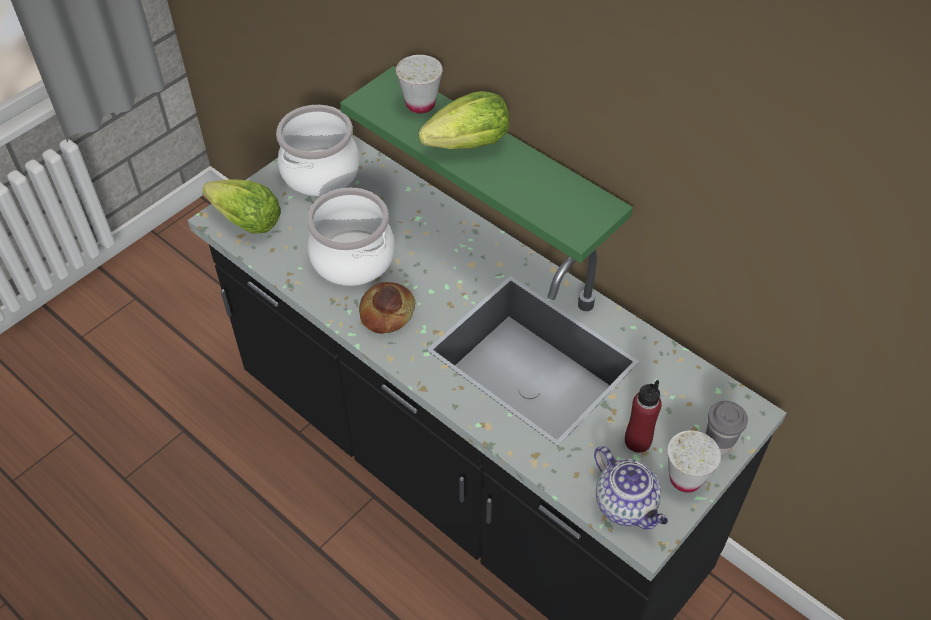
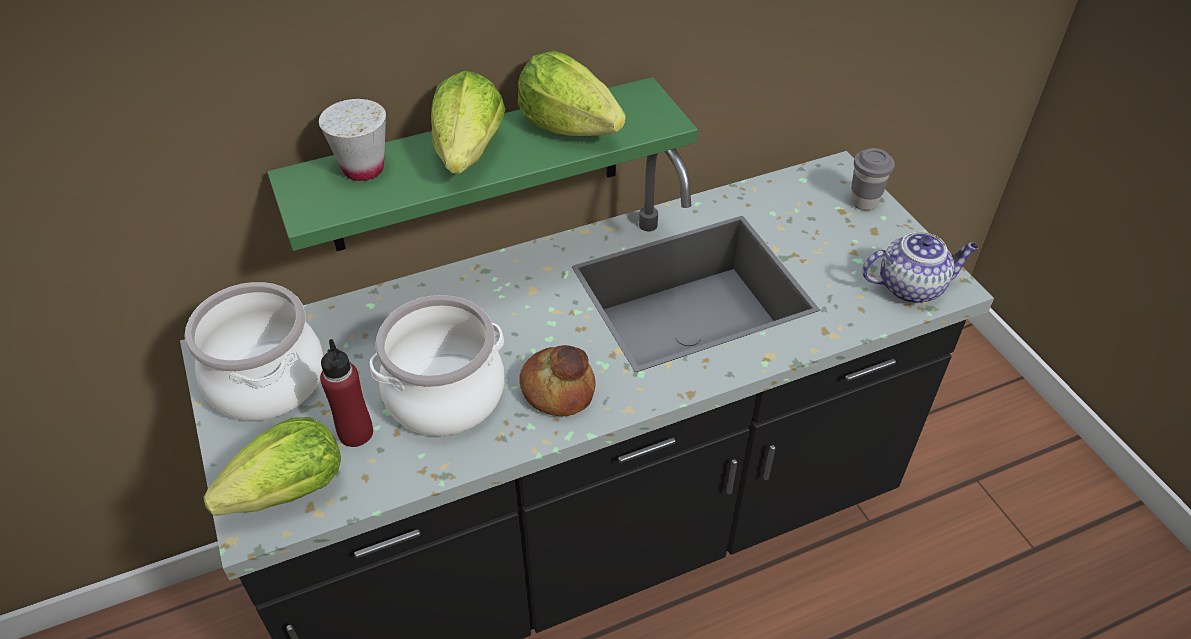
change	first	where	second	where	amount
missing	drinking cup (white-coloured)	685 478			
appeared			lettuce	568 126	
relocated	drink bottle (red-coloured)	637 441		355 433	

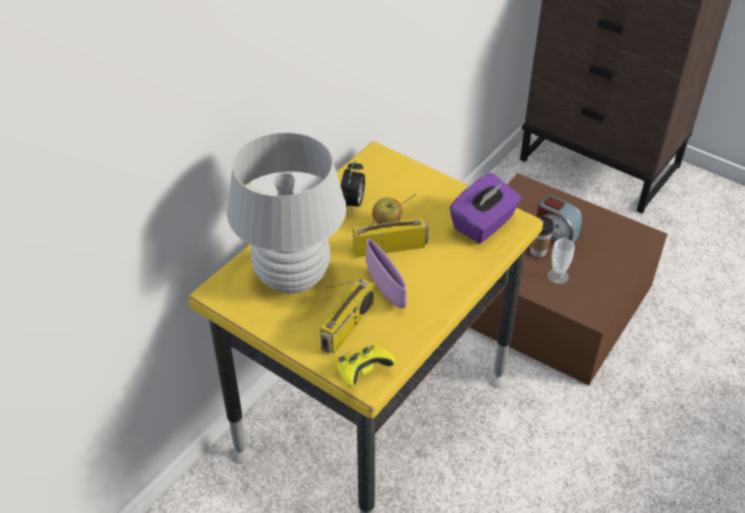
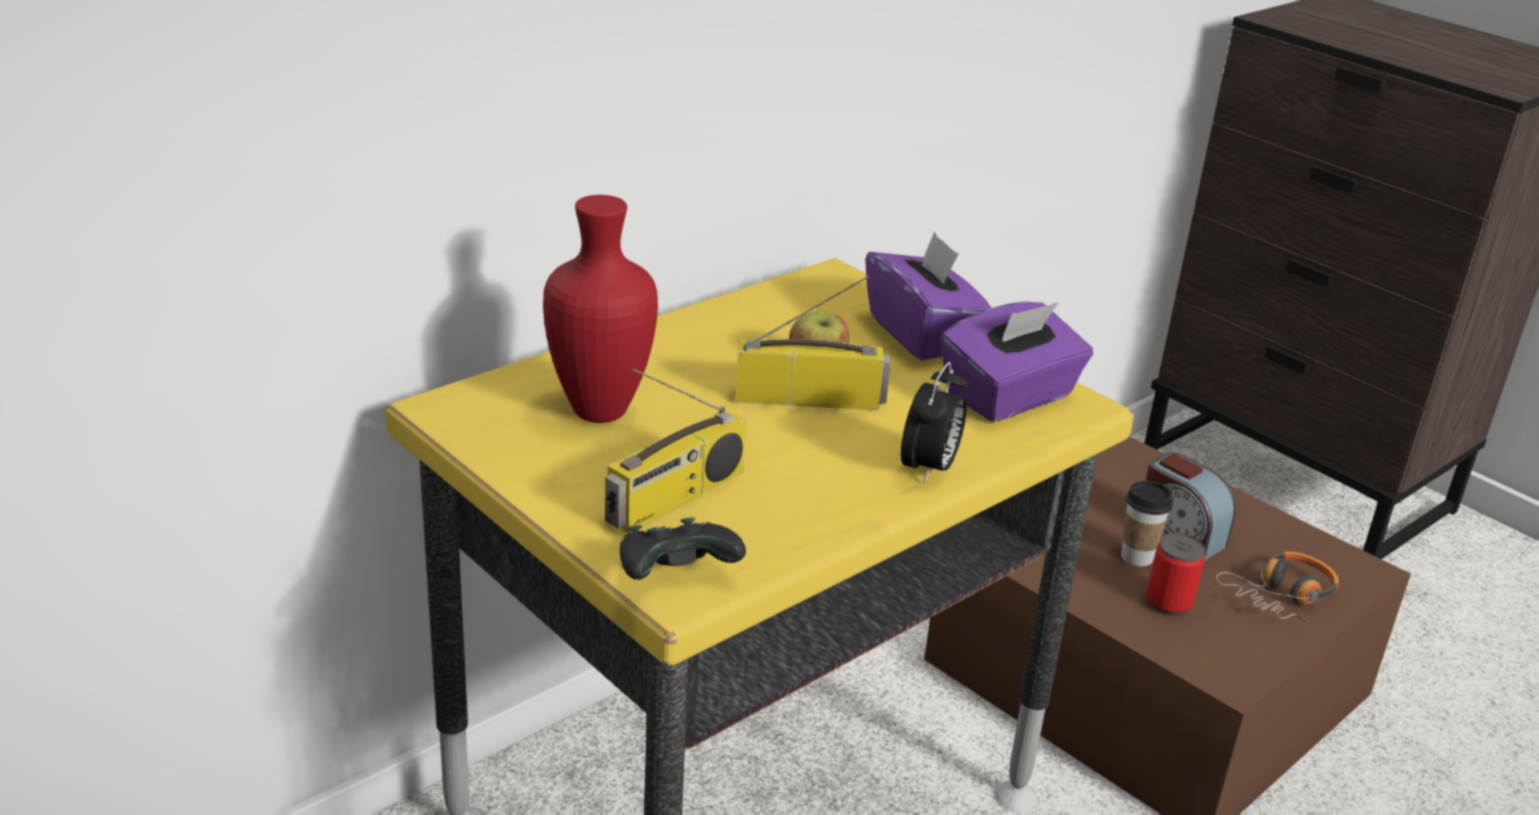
change	first	where	second	where	amount
missing	deep dish (purplish)	385 288			
appeared			tissue holder (purplish)	922 335	
appeared			headphones	1282 596	
relocated	table clock	352 204		929 469	
exchanged	lamp for a table (white-coloured)	292 277	flower vase (red-coloured)	598 409	
exchanged	drinking cup	558 276	metal can	1168 602	
colour	joypad (yellow-coloured)	363 373	joypad (blackish)	676 575	

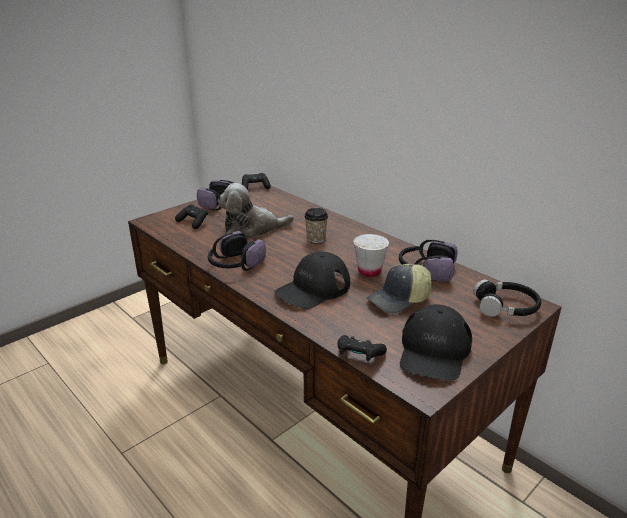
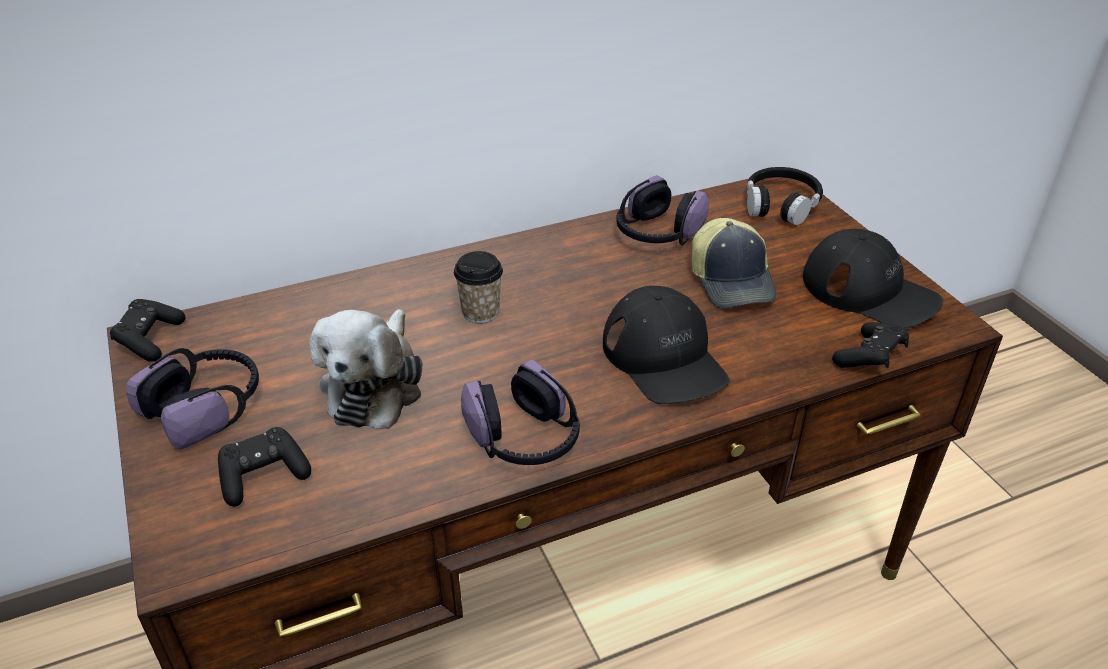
change	first	where	second	where	amount
missing	drinking cup (white-coloured)	369 271			

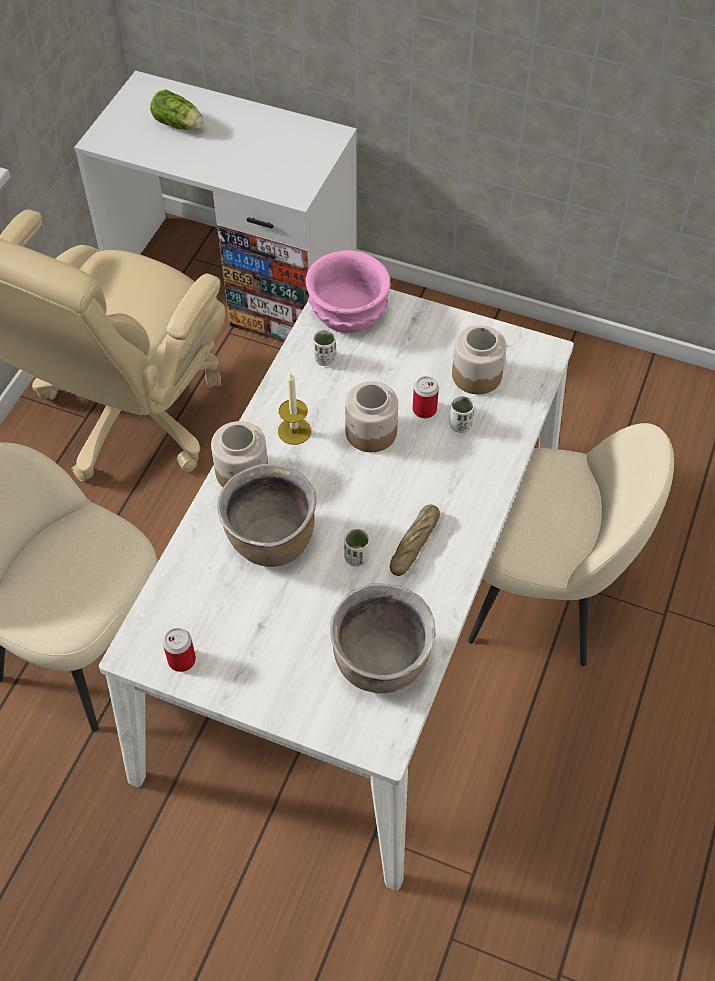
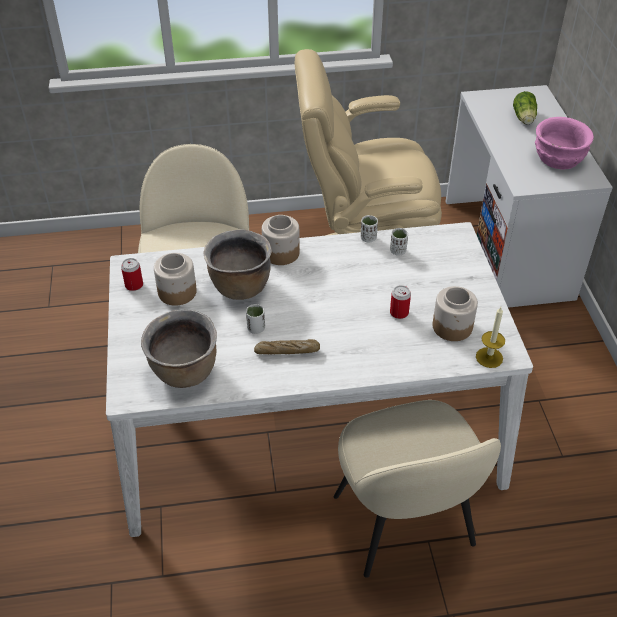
change	first	where	second	where	amount
relocated	wax candle	294 431		489 357	
relocated	deep dish (pink)	348 312		559 158	
relocated	preserve jar	371 432		176 292	
relocated	drinking cup (white-coloured)	460 425		368 238	

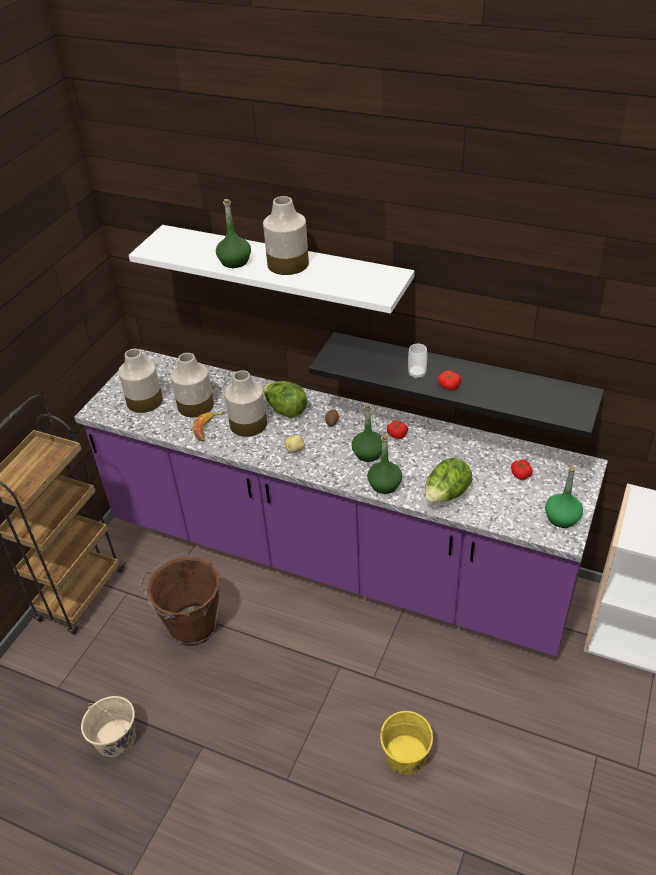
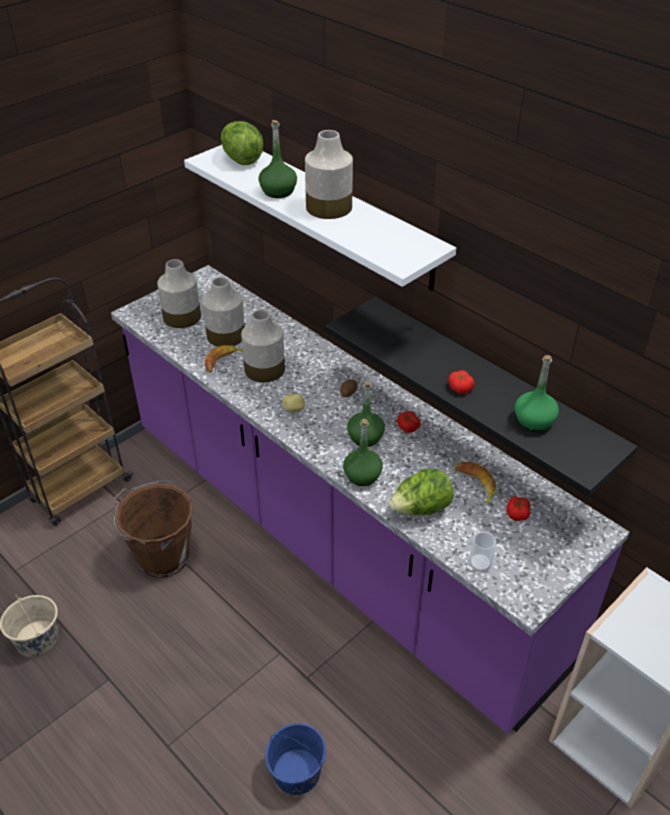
change	first	where	second	where	amount
appeared			whole banana	475 485	
relocated	lettuce	285 410		241 159	
relocated	drinking cup	417 374		479 565	
relocated	drink bottle (green-coloured)	561 518		533 420	
colour	bucket (yellow-coloured)	406 755	bucket (bluish)	297 772	

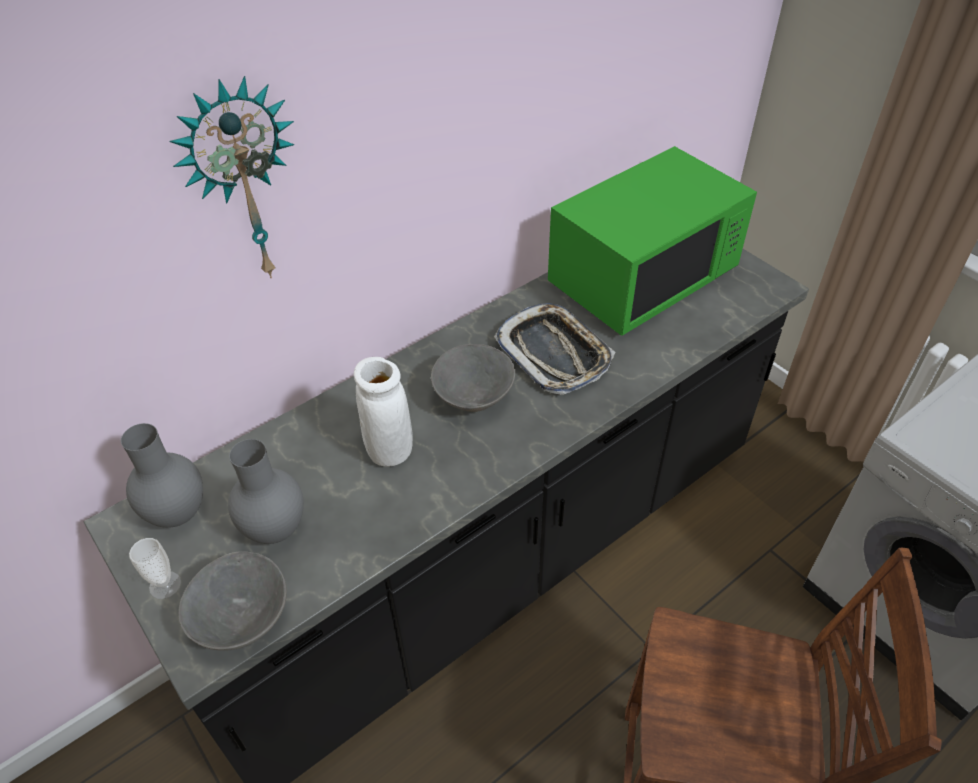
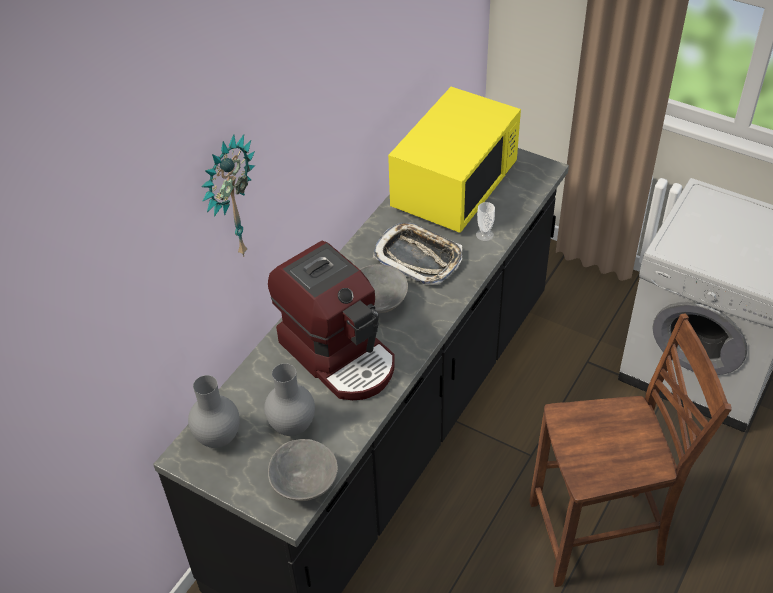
change	first	where	second	where	amount
relocated	drinking cup	165 585		484 235	
exchanged	flower vase (white-coloured)	389 450	coffee brewer	339 354	
colour	microwave (green-coloured)	642 278	microwave (yellow-coloured)	454 187	

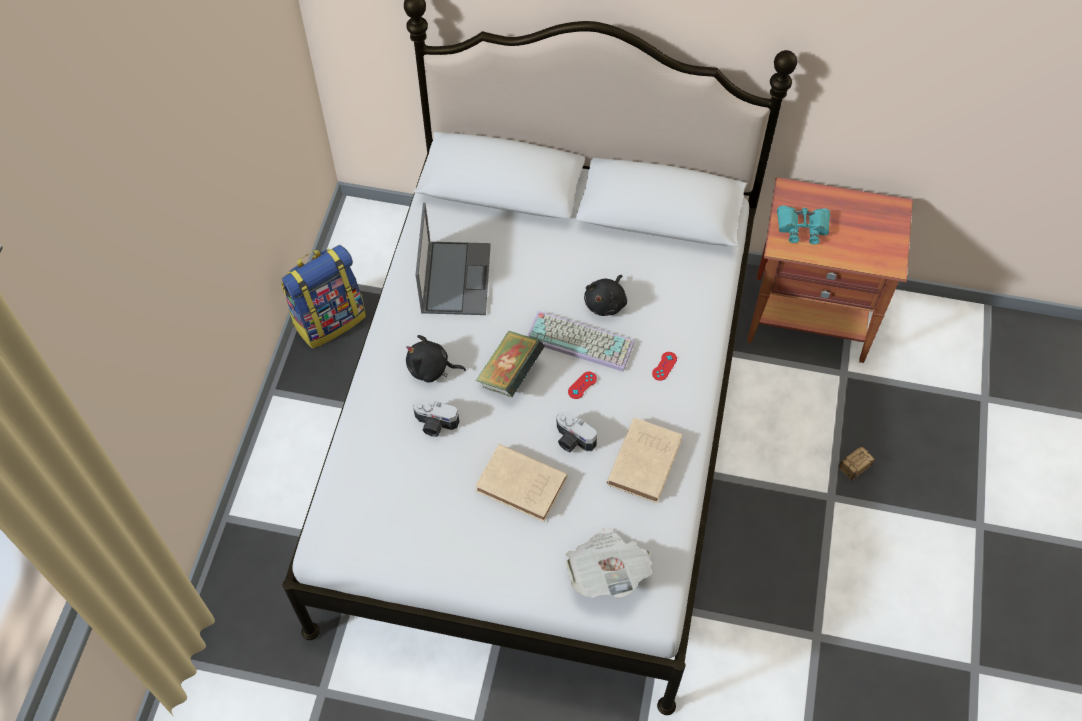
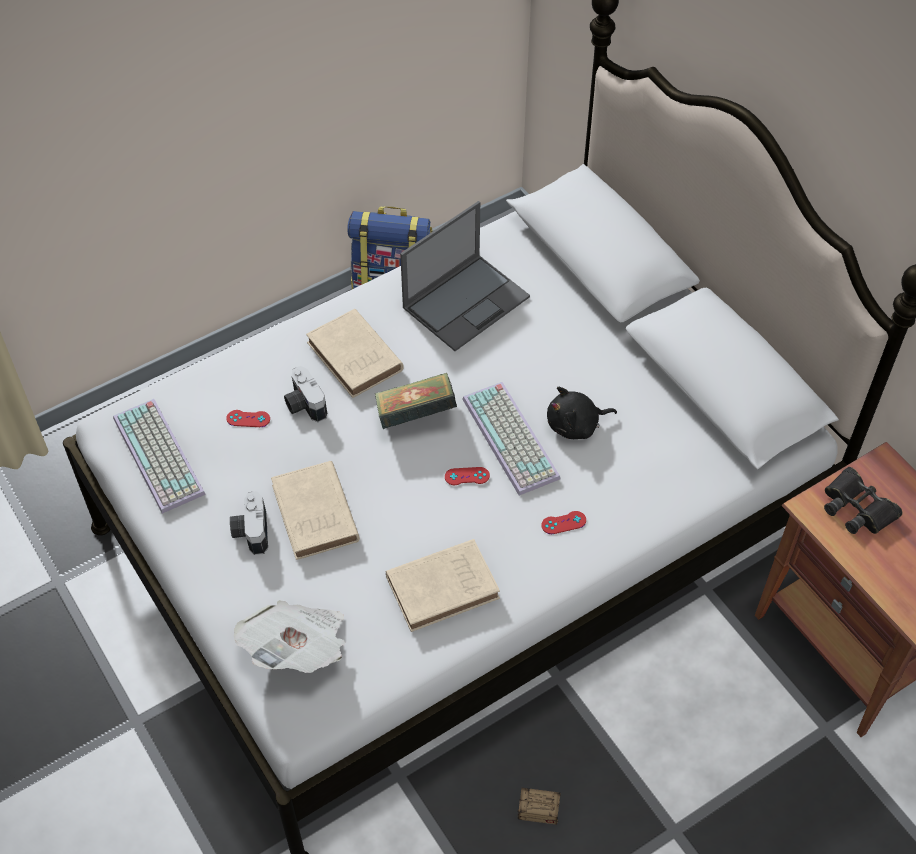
change	first	where	second	where	amount
appeared			keyboard	161 456	
appeared			joypad (red-coloured)	248 419	
relocated	still camera	572 441		249 531	
relocated	storage box	868 456		565 814	
exchanged	cuddly toy (blackish)	431 369	bound book (beige)	356 358	
colour	field glasses (turquoise)	802 227	field glasses (blackish)	857 507	

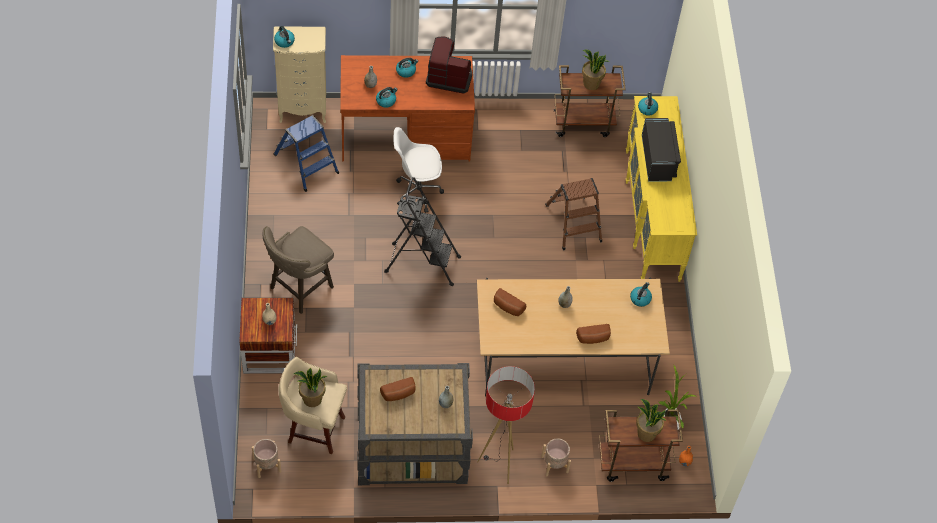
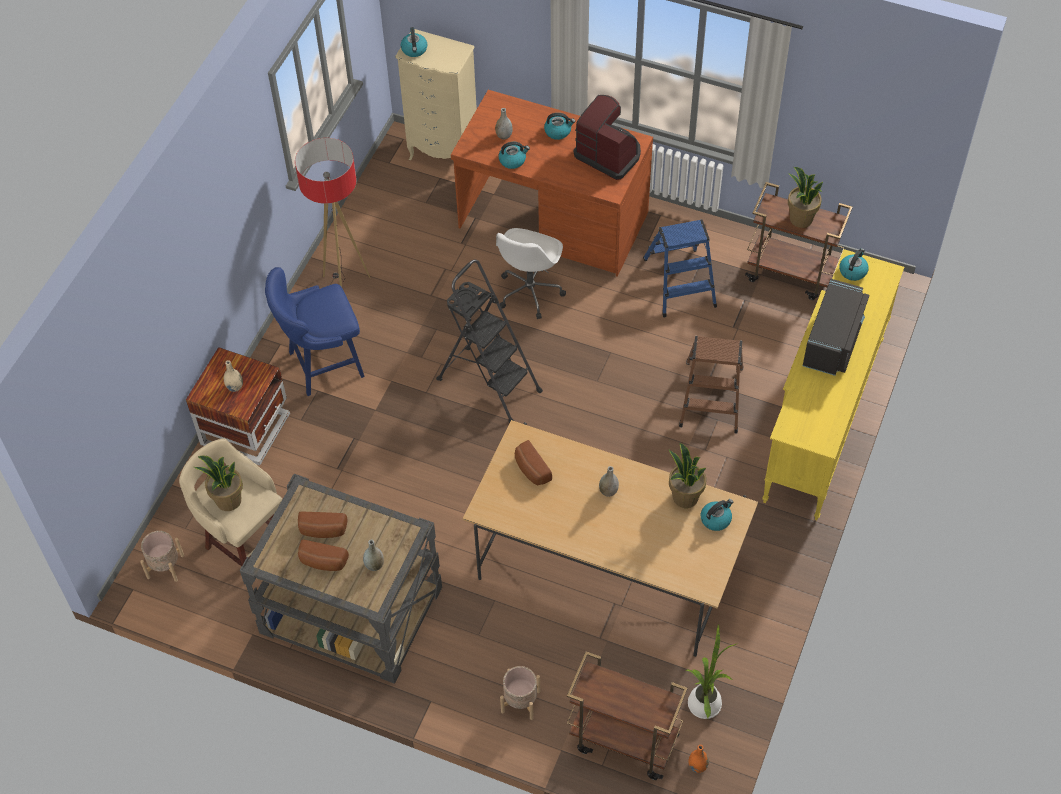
change	first	where	second	where	amount
relocated	step stool (bluish)	306 163		679 282	
relocated	standard lamp	499 465		345 287	
relocated	bread	593 339		322 562	
relocated	houseplant	646 434		684 497	
colour	stool seat (beige)	299 289	stool seat (bluish)	322 365	
spun	desk chair (white-coloured)	416 192		529 294	90 degrees counterclockwise

